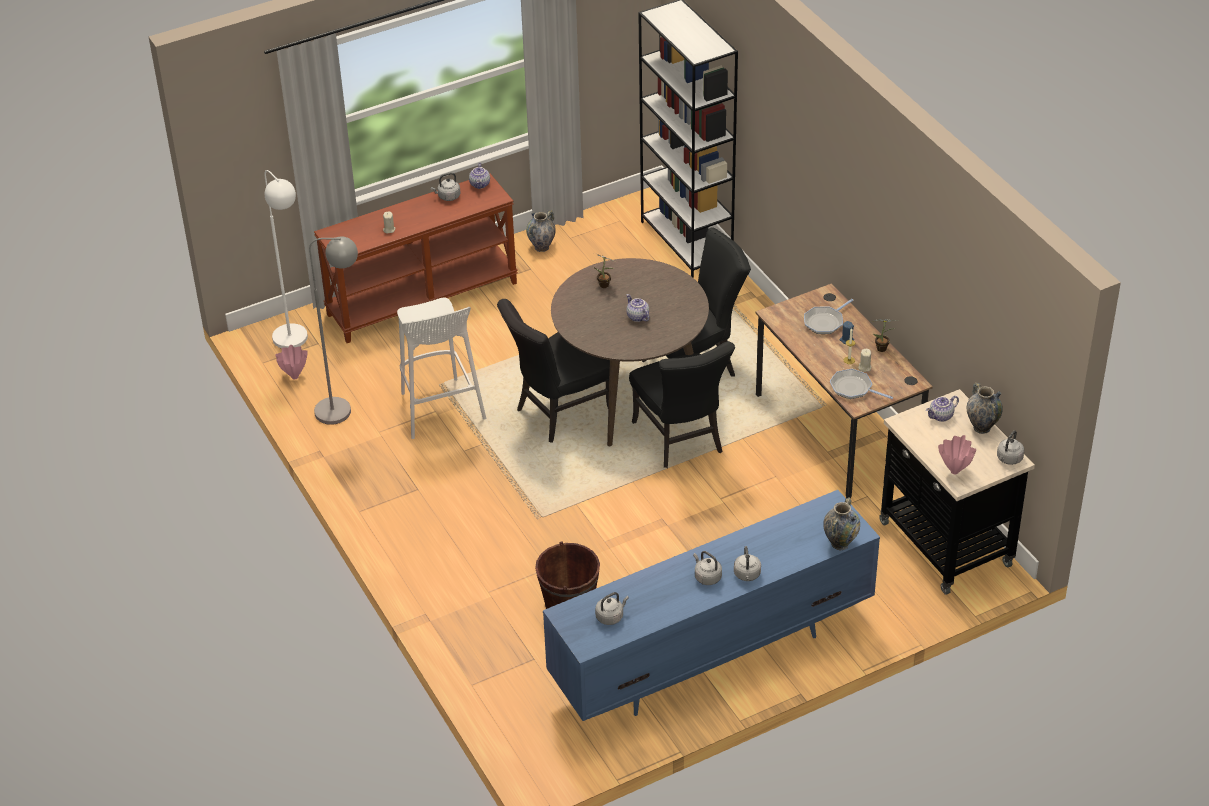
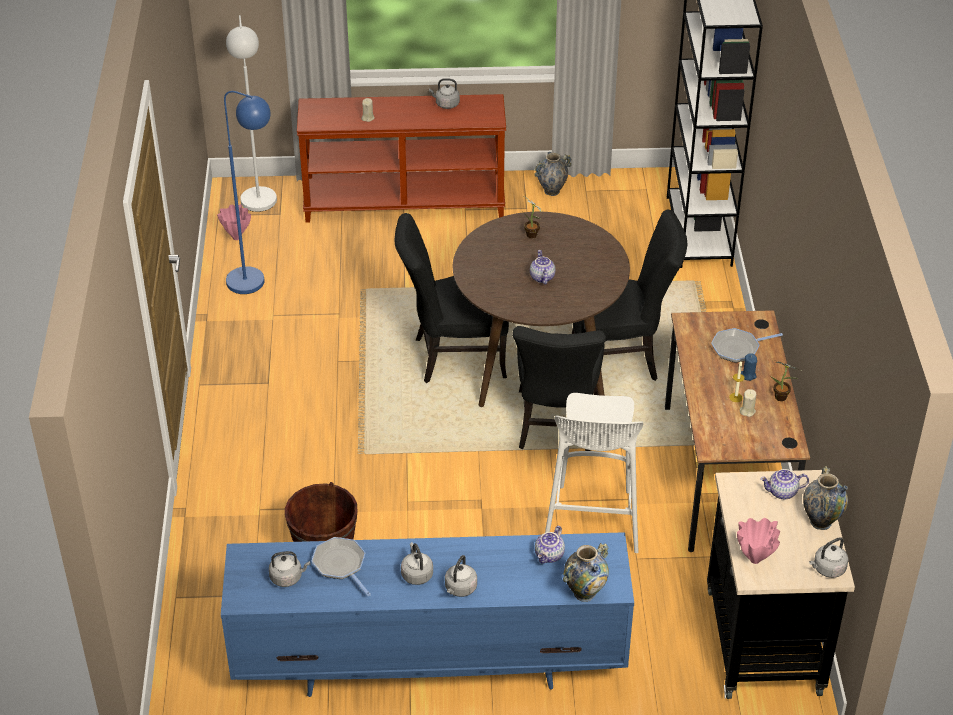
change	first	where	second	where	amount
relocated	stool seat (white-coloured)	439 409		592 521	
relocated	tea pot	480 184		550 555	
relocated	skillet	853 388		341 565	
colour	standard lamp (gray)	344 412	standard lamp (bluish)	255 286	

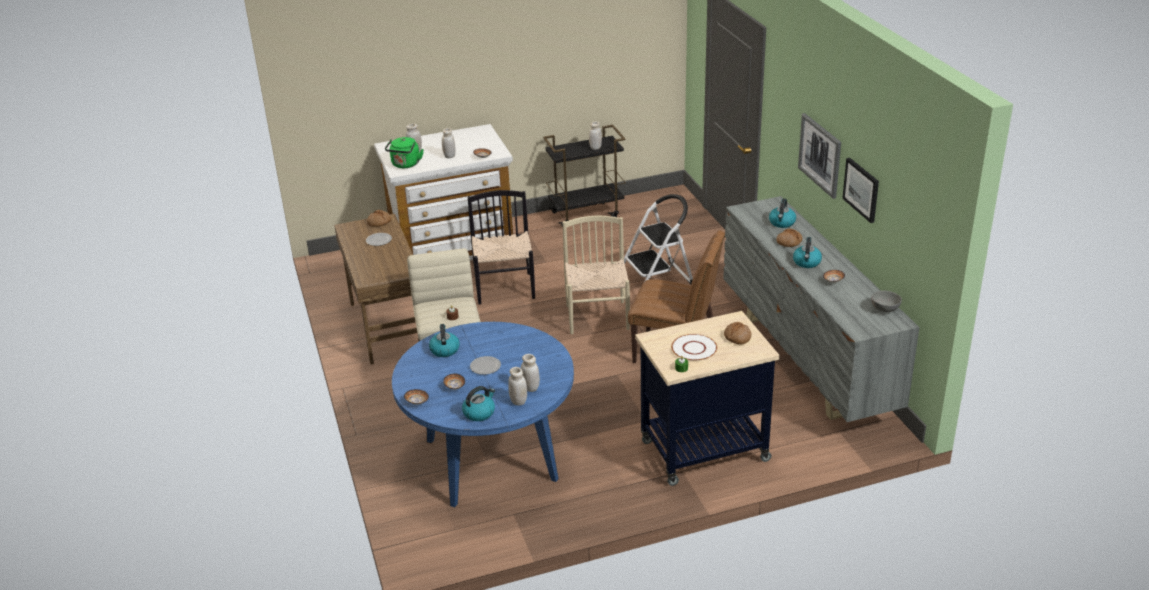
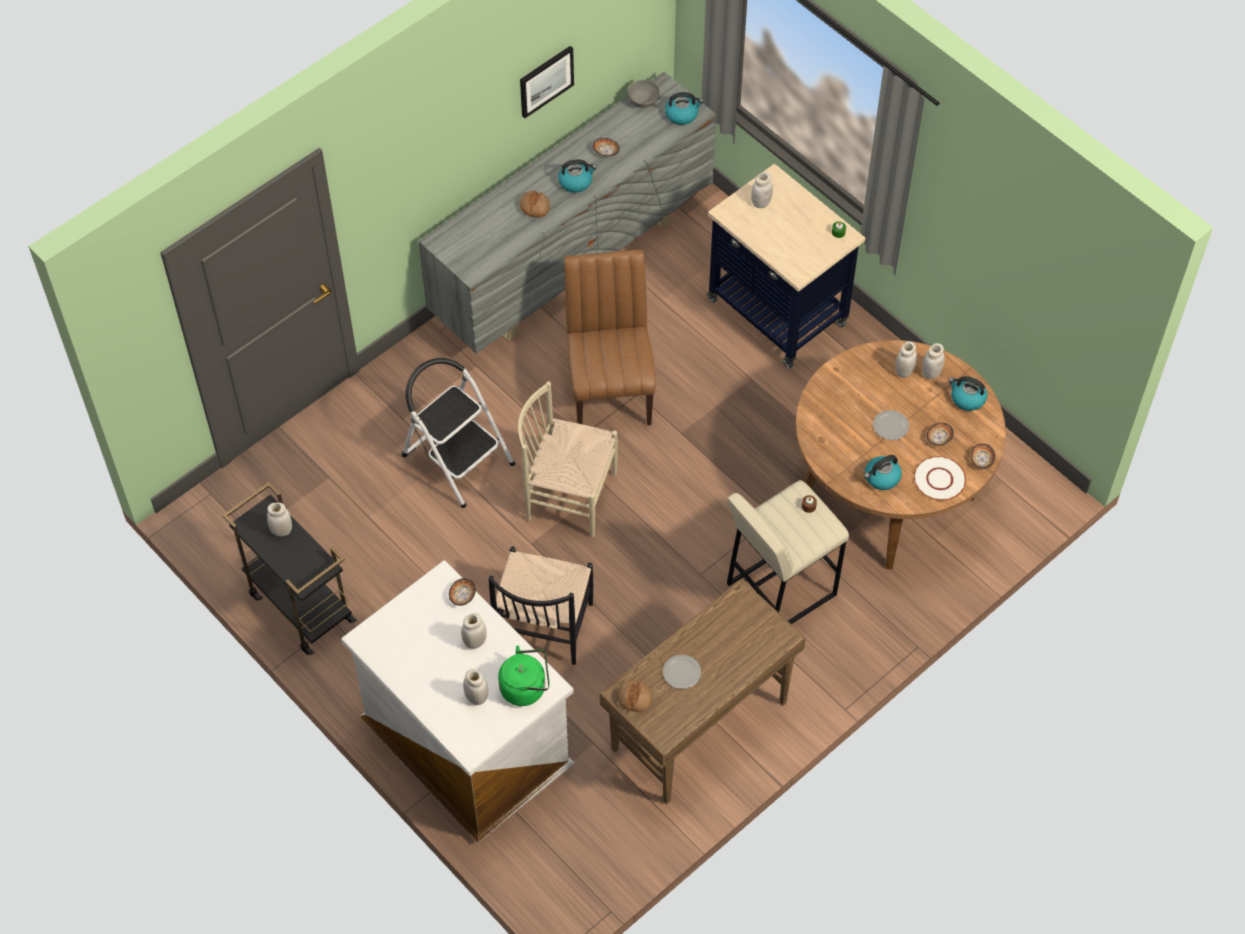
change	first	where	second	where	amount
missing	wall picture	820 155			
relocated	flat dish (white-coloured)	694 348		939 479	
relocated	tea kettle	782 223		682 114	
exchanged	bread	737 337	preserve jar (white-coloured)	761 203	
colour	dinner table (bluish)	491 460	dinner table (brown-coloured)	887 494	
spun	chair (blackish)	504 287		542 629	45 degrees counterclockwise
spun	chair (beige)	597 316		567 495	45 degrees clockwise

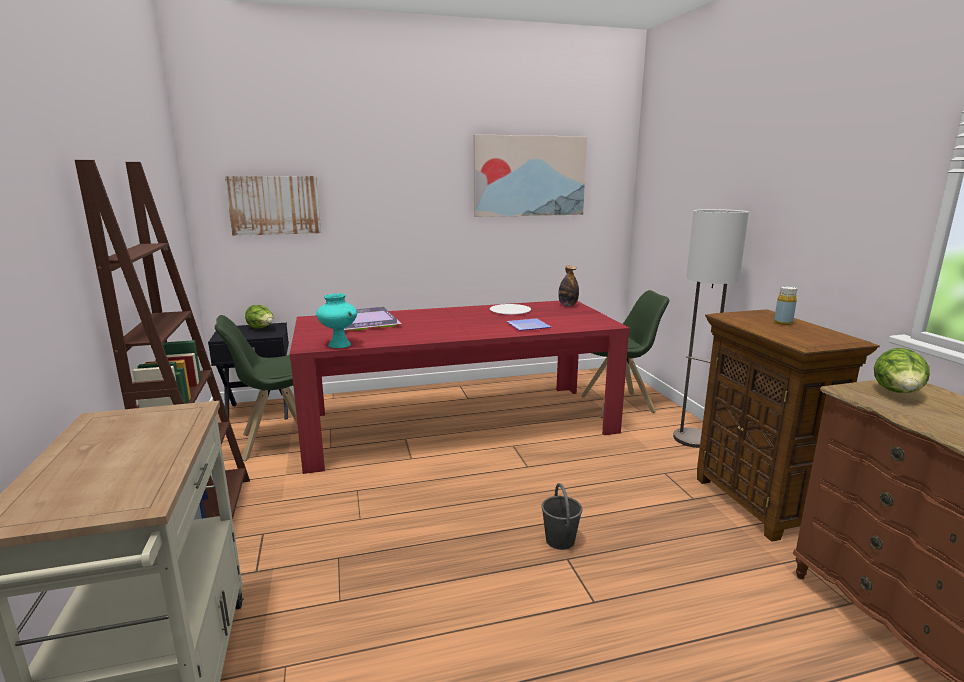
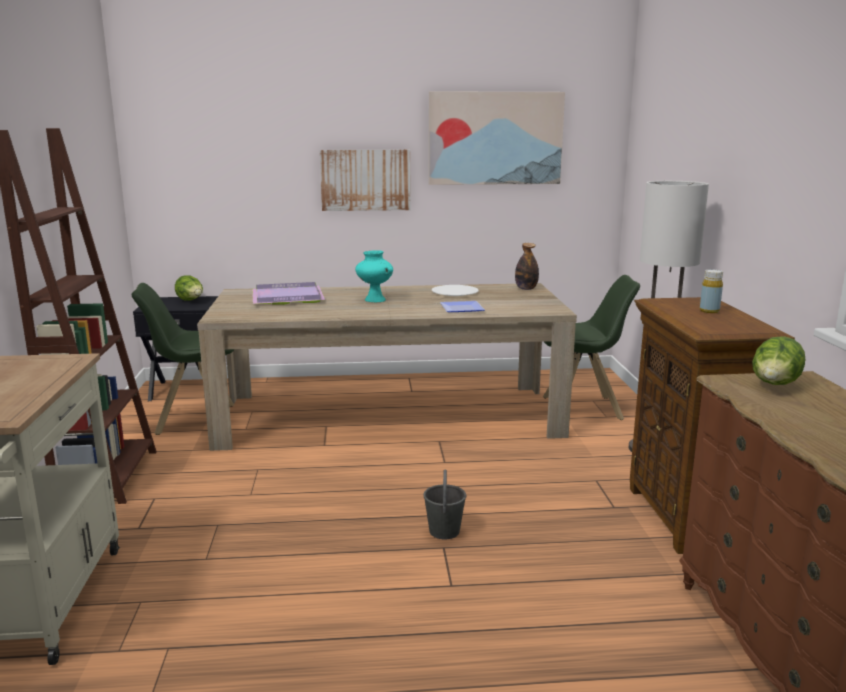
change	first	where	second	where	amount
relocated	wall picture	274 205		365 180	
relocated	flower vase (turquoise)	338 345		374 300	
colour	dinner table (red-coloured)	458 424	dinner table (beige)	389 416	

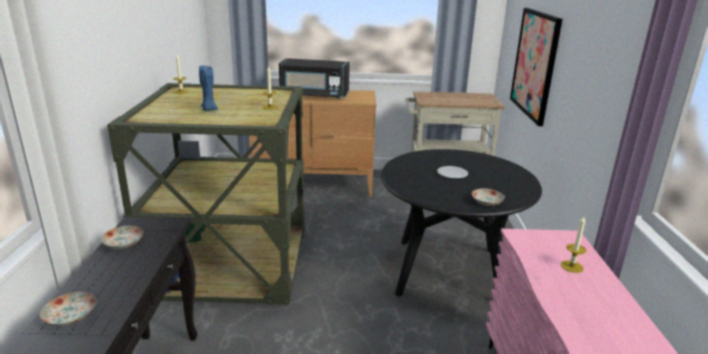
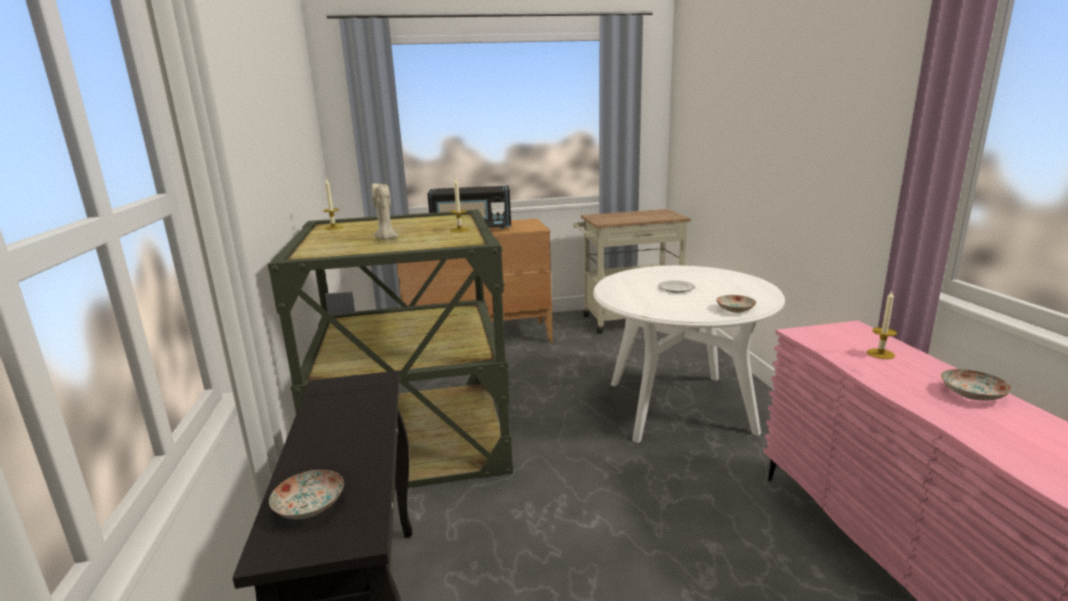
change	first	where	second	where	amount
missing	wall picture	535 64			
relocated	flat dish	124 244		973 394	
colour	wax candle (bluish)	209 109	wax candle (beige)	386 239	
colour	dinner table (blackish)	448 271	dinner table (white-coloured)	679 406	

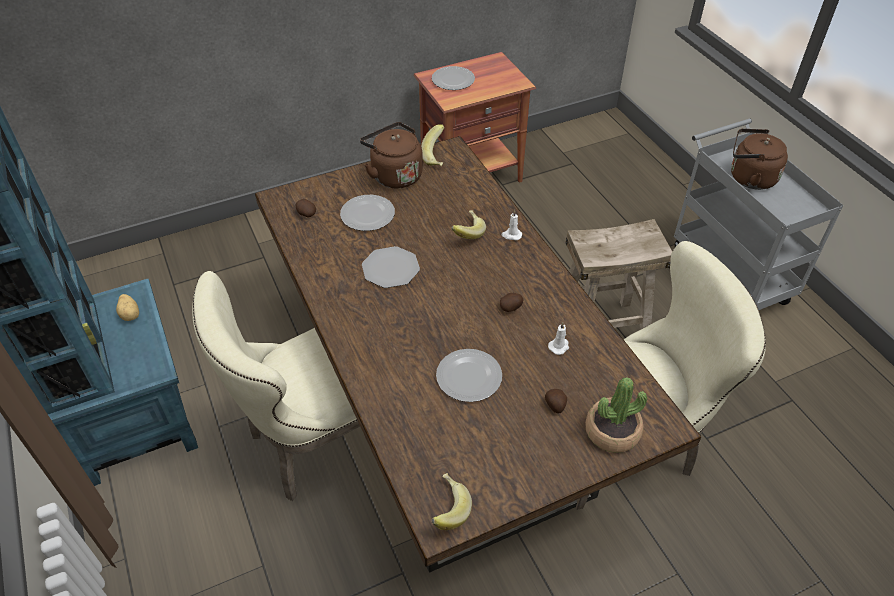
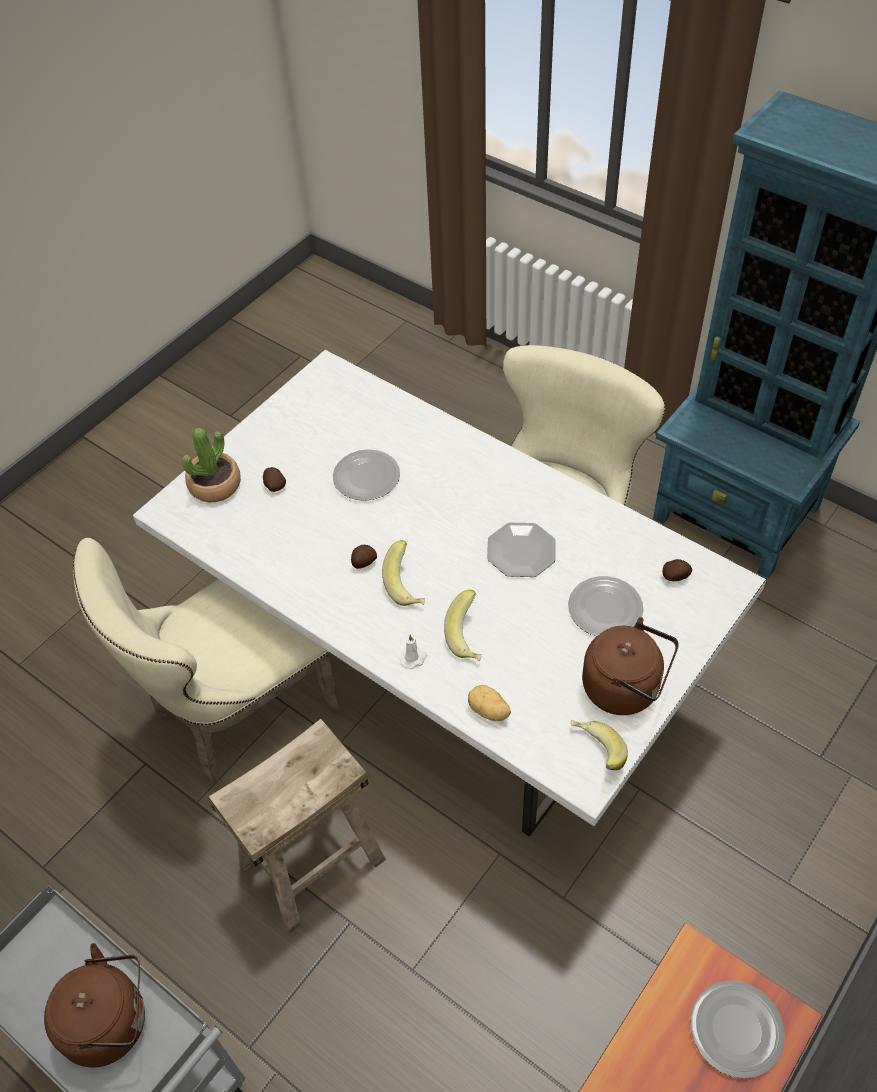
change	first	where	second	where	amount
missing	wax candle (white-coloured)	559 346			
relocated	spud	131 314		488 711	
relocated	whole banana	446 509		408 585	
colour	dinner table (brown-coloured)	446 407	dinner table (white-coloured)	446 665	

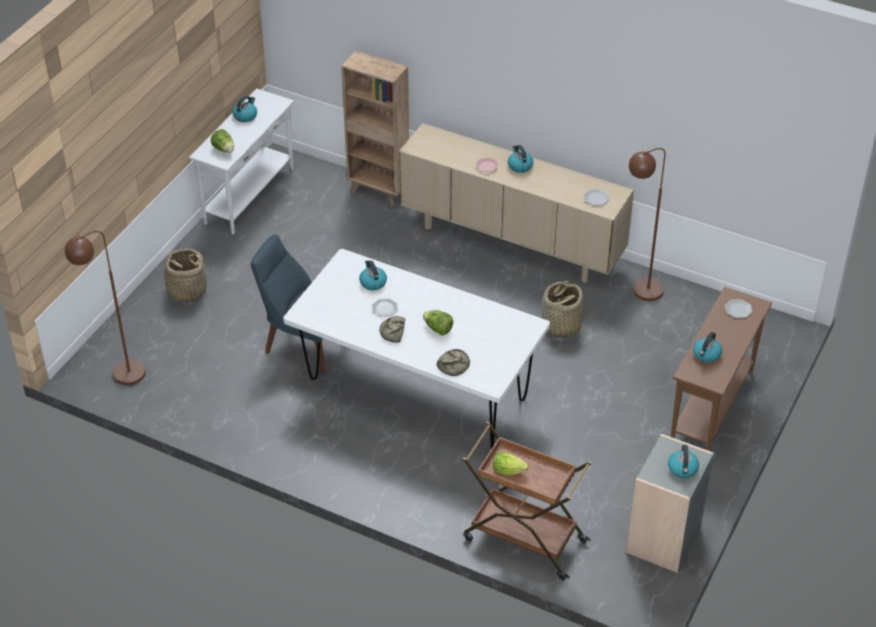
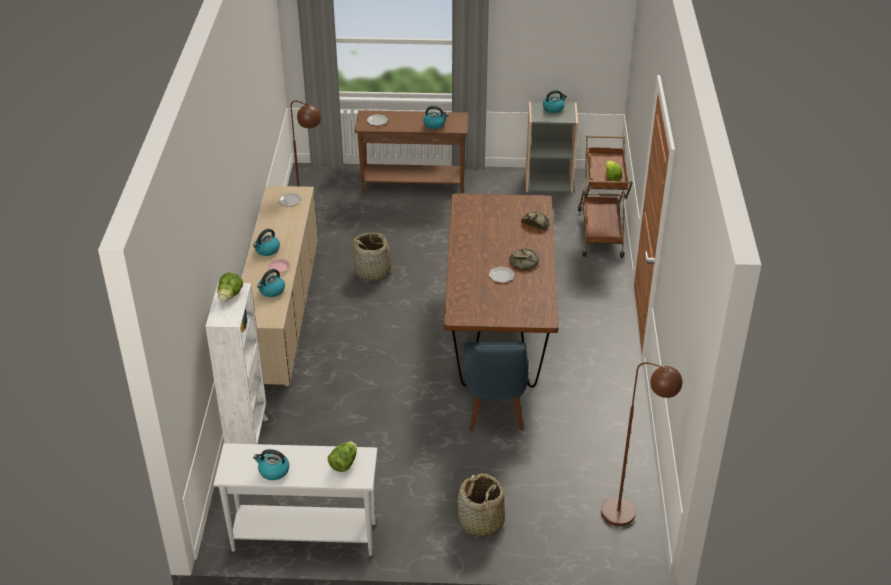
change	first	where	second	where	amount
relocated	tea kettle	372 282		271 291	
relocated	lettuce	438 329		230 296	
colour	dinner table (white-coloured)	416 390	dinner table (brown-coloured)	499 325	
colour	bookcase (brown-coloured)	379 192	bookcase (white-coloured)	248 436	

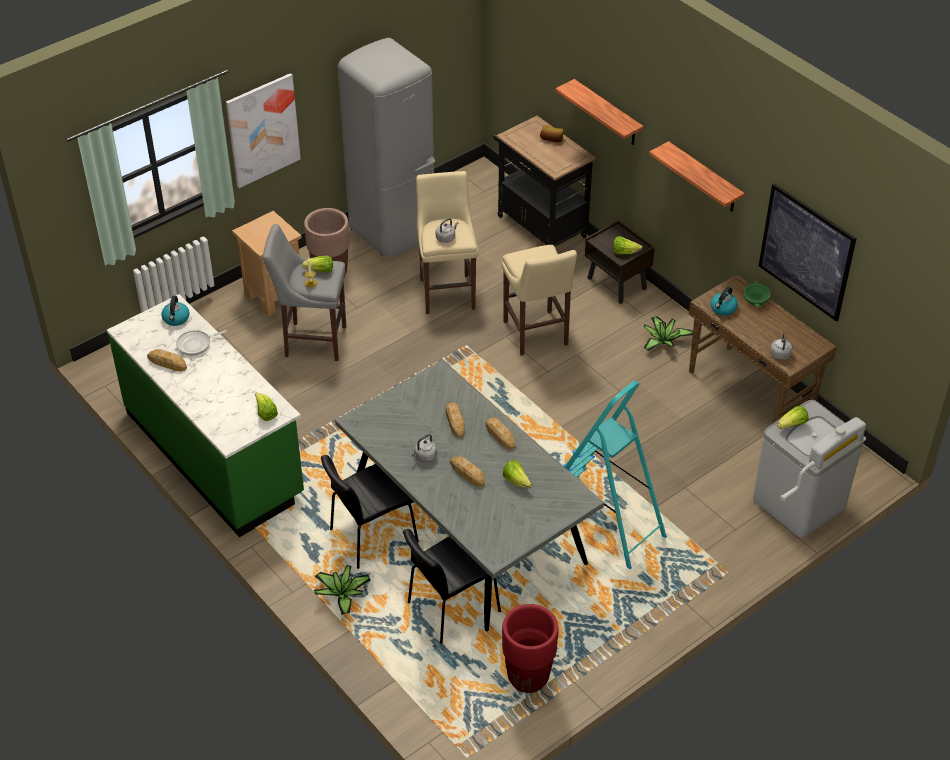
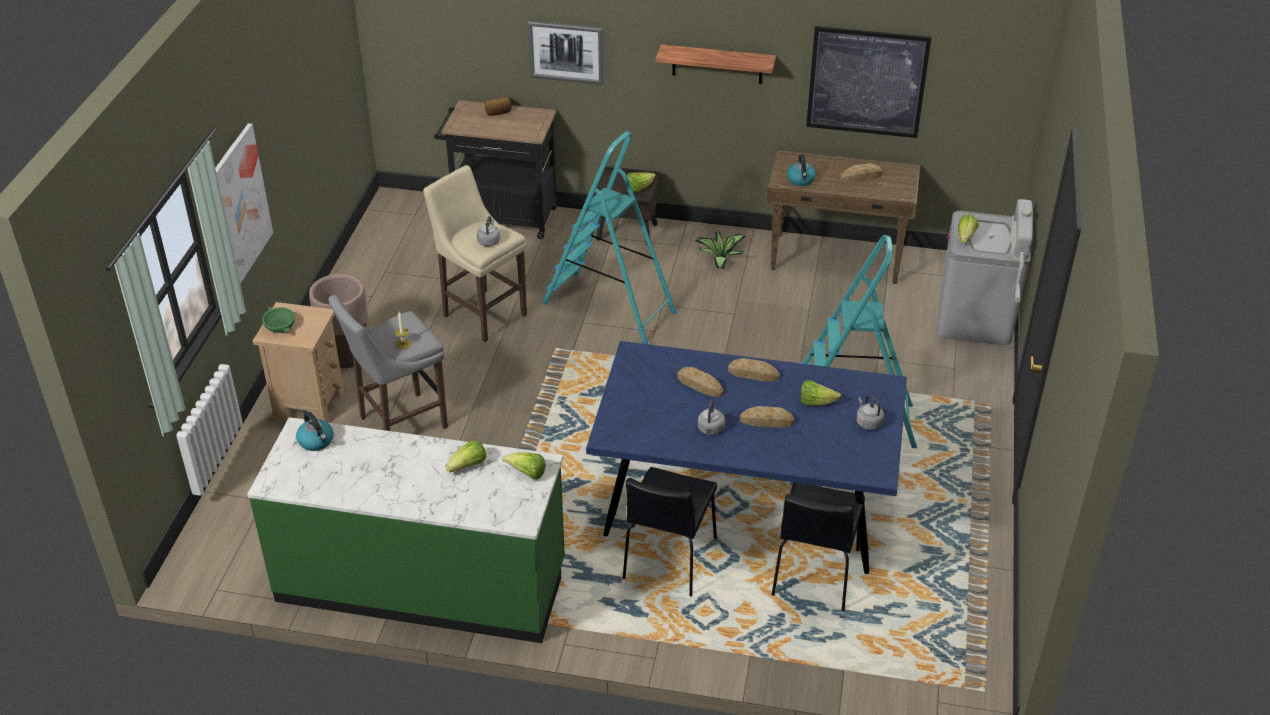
change	first	where	second	where	amount
missing	skillet	196 344			
missing	houseplant	342 595			
missing	refrigerator (gray)	395 231			
missing	plant pot (red-coloured)	528 678			
relocated	bread	167 362		861 177	
relocated	lettuce	320 271		468 466	
relocated	deep dish (green-coloured)	756 300		280 326	
relocated	tea kettle (gray)	780 353		868 422	
exchanged	stool seat (beige)	536 335	step stool (turquoise)	608 307	
exchanged	bracket shelf	607 113	wall picture	566 52	
colour	dinner table (gray)	465 528	dinner table (bluish)	743 500	

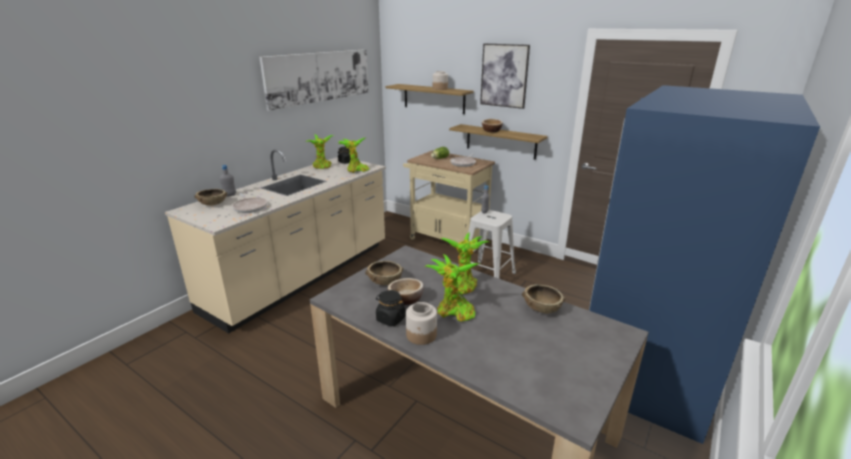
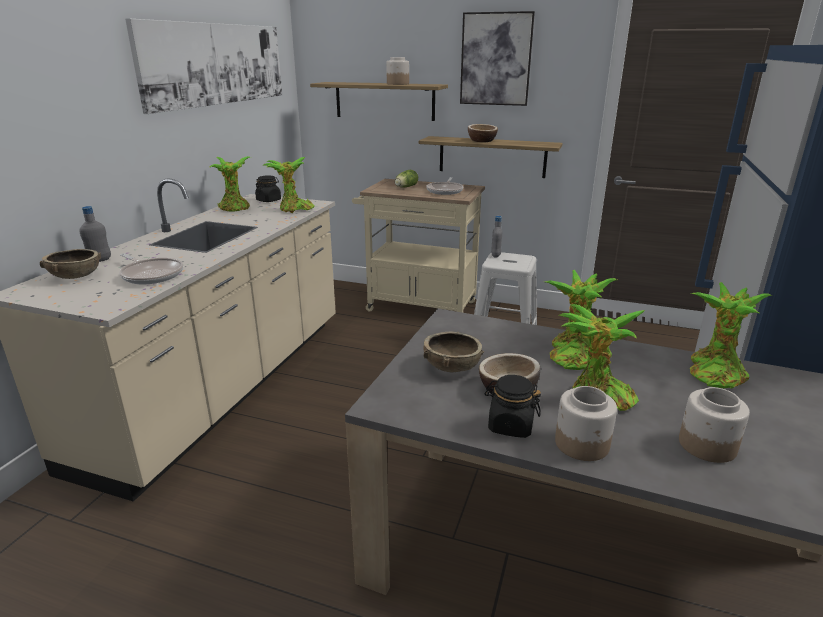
change	first	where	second	where	amount
appeared			preserve jar	706 445	
exchanged	deep dish (brown-coloured)	541 308	houseplant	714 372	

